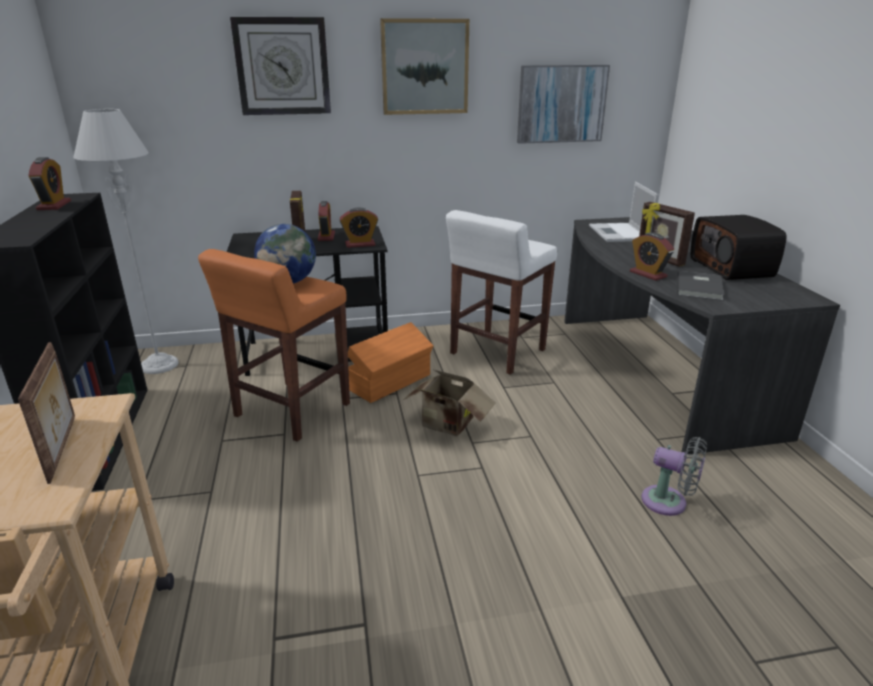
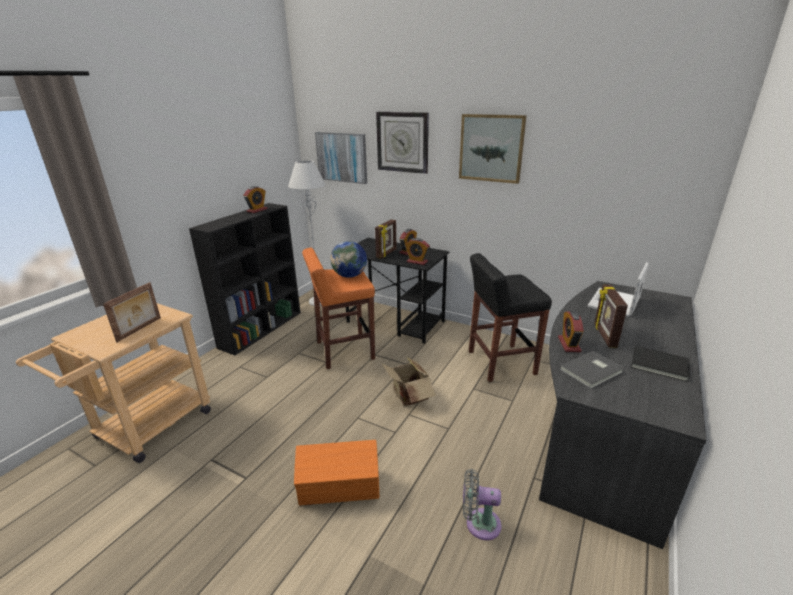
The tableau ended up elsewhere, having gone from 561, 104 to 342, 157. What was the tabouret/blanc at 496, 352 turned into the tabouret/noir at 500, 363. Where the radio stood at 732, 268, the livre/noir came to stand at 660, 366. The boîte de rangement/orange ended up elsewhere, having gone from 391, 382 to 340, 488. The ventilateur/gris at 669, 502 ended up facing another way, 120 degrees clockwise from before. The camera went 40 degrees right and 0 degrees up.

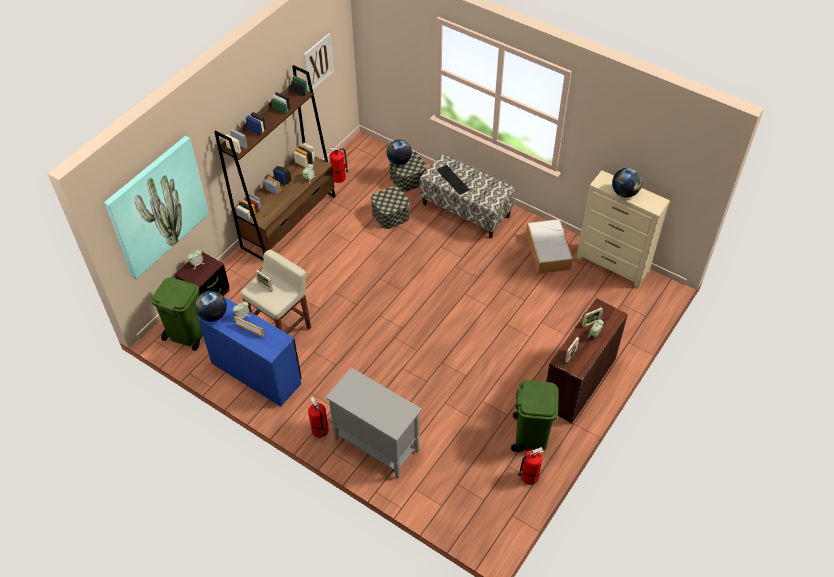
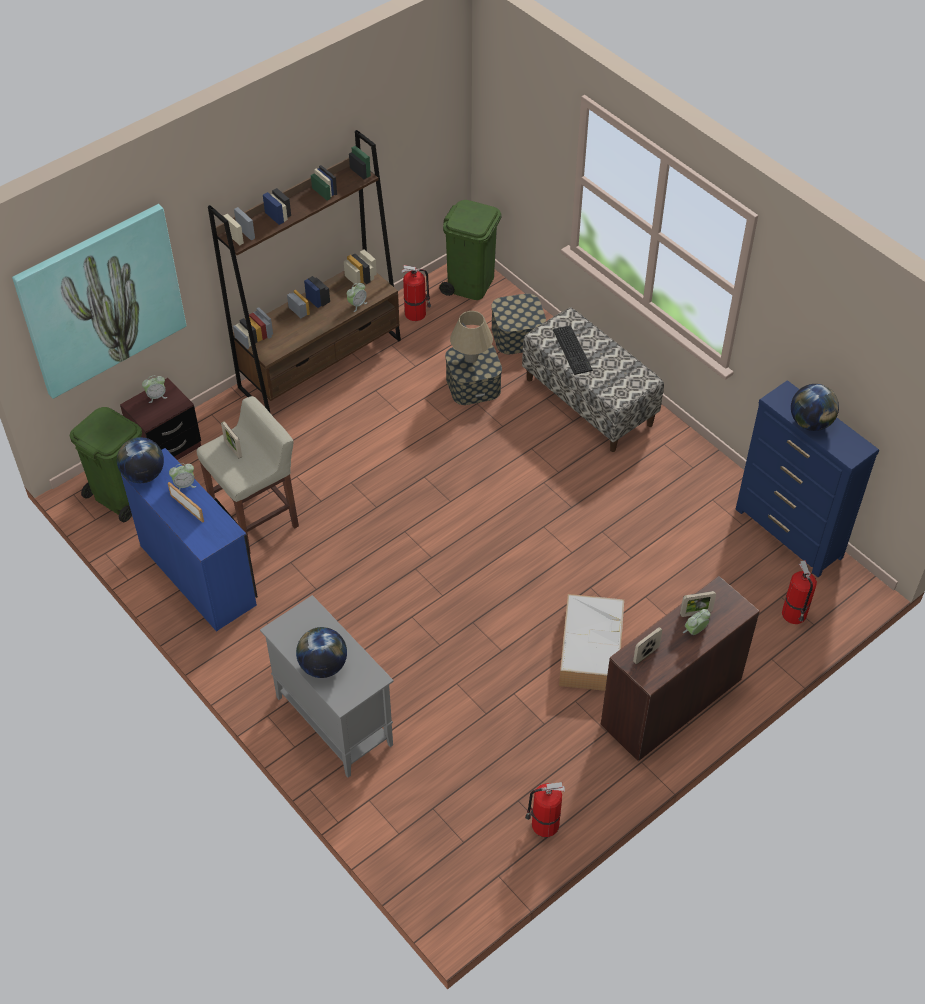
The second view lost the tableau at 318, 63. The globe ended up elsewhere, having gone from 399, 161 to 323, 666. What was the commode/beige at 613, 265 turned into the commode/bleu at 789, 534. The boîte de rangement ended up elsewhere, having gone from 547, 250 to 590, 648. The poubelle/vert ended up elsewhere, having gone from 531, 435 to 470, 283. The extincteur ended up elsewhere, having gone from 320, 431 to 794, 615. The second view gained the lampe de table/beige at 471, 358. The camera went 15 degrees right and 0 degrees up.

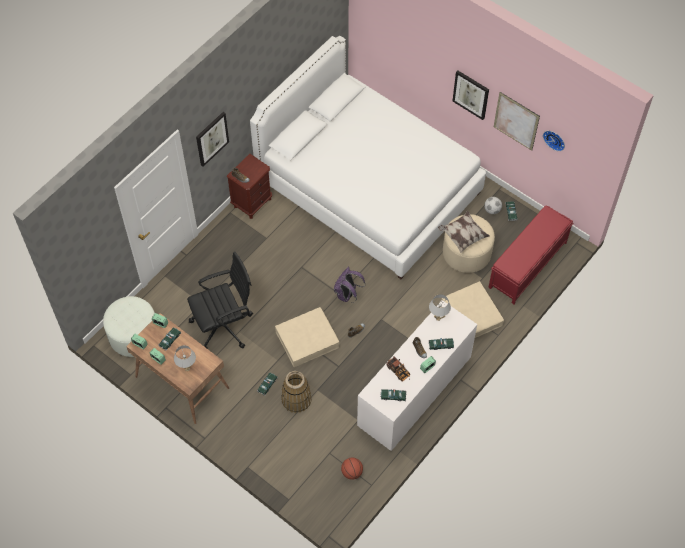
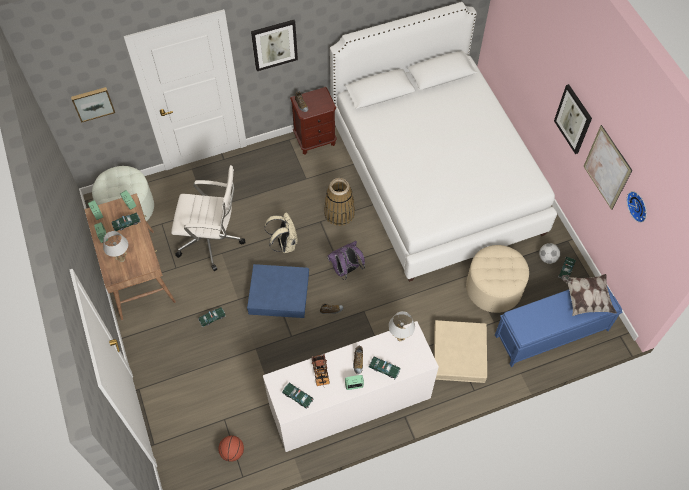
What was the banc/rouge at 527, 265 turned into the banc/bleu at 551, 333. The coussin ended up elsewhere, having gone from 462, 236 to 586, 298. What was the chaise de bureau/noir at 224, 325 turned into the chaise de bureau/blanc at 212, 241. What was the boîte de rangement/beige at 307, 339 turned into the boîte de rangement/bleu at 279, 294. The panier ended up elsewhere, having gone from 296, 399 to 339, 213. The second view gained the tableau at 93, 103. The second view gained the sac à dos/beige at 285, 244. The camera went 30 degrees right and 0 degrees up.

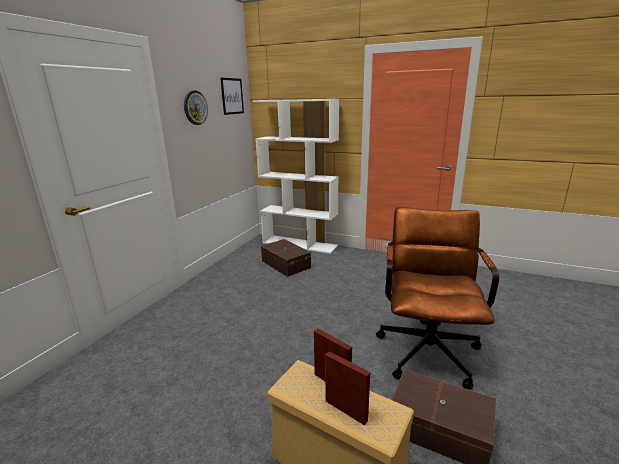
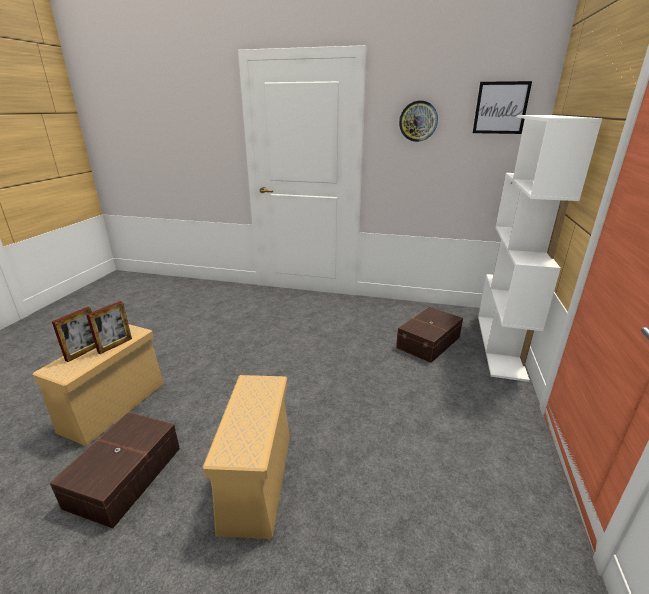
Where the chaise de bureau/marron stood at 427, 346, the boîte de rangement/beige came to stand at 257, 482. The camera went 80 degrees right and 5 degrees up.

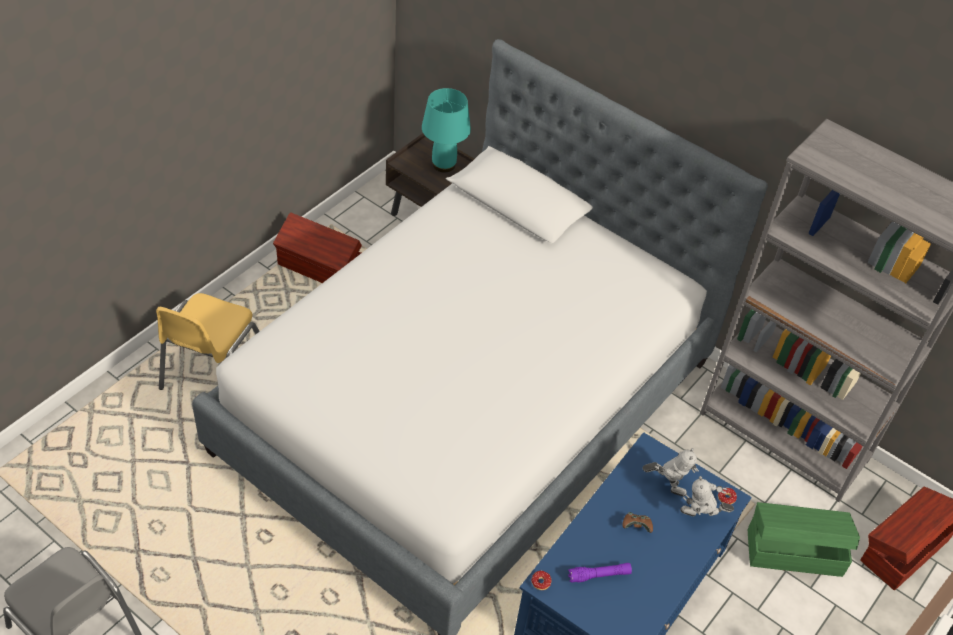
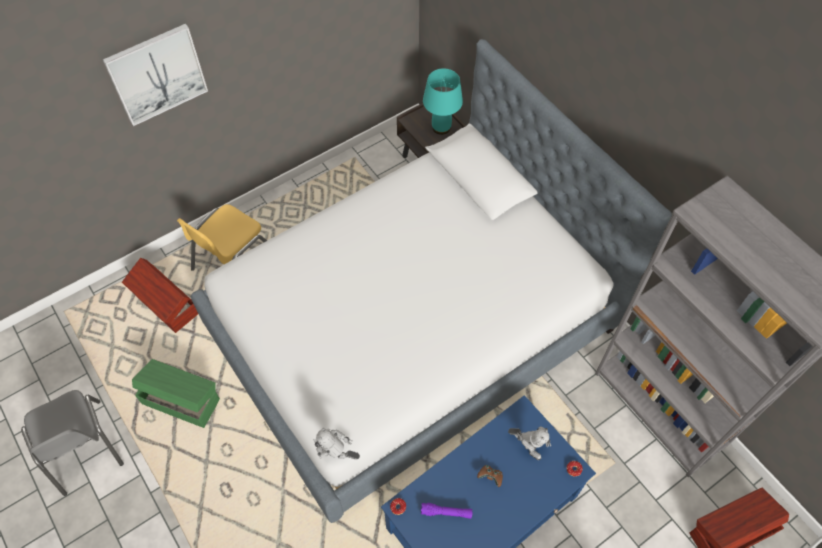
The boîte de rangement/marron ended up elsewhere, having gone from 320, 268 to 166, 305. The robot jouet ended up elsewhere, having gone from 700, 517 to 337, 455. The boîte de rangement/vert ended up elsewhere, having gone from 793, 551 to 181, 400. The second view gained the tableau at 157, 74. The camera went 20 degrees right and 10 degrees up.

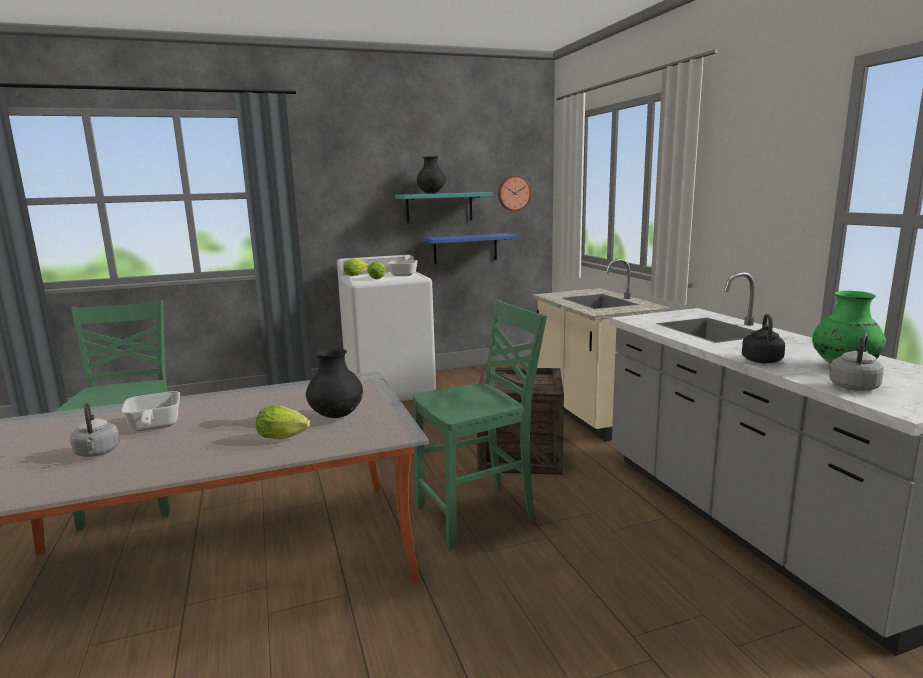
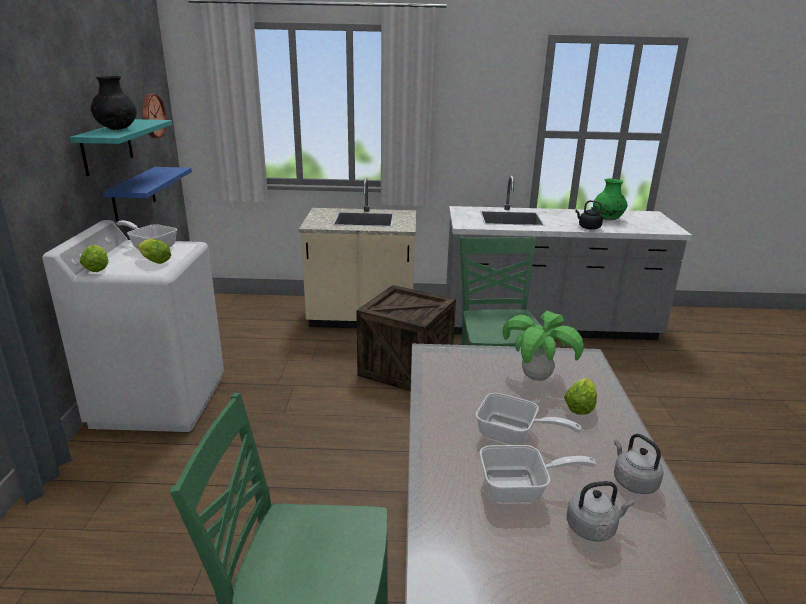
The bouilloire/gris ended up elsewhere, having gone from 854, 386 to 633, 481. Where the vase/noir stood at 337, 416, the plante en pot came to stand at 536, 377. The second view gained the poêle at 513, 435. The camera went 70 degrees left and 10 degrees up.

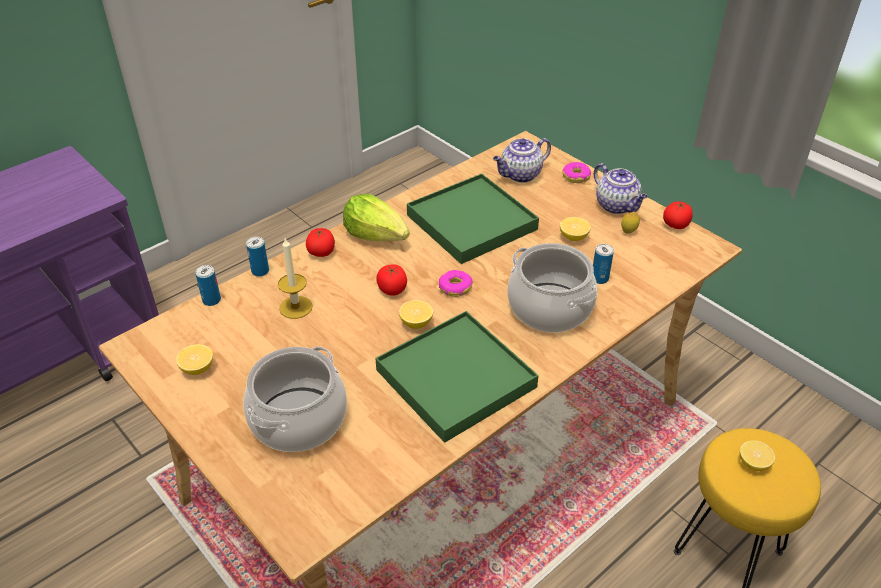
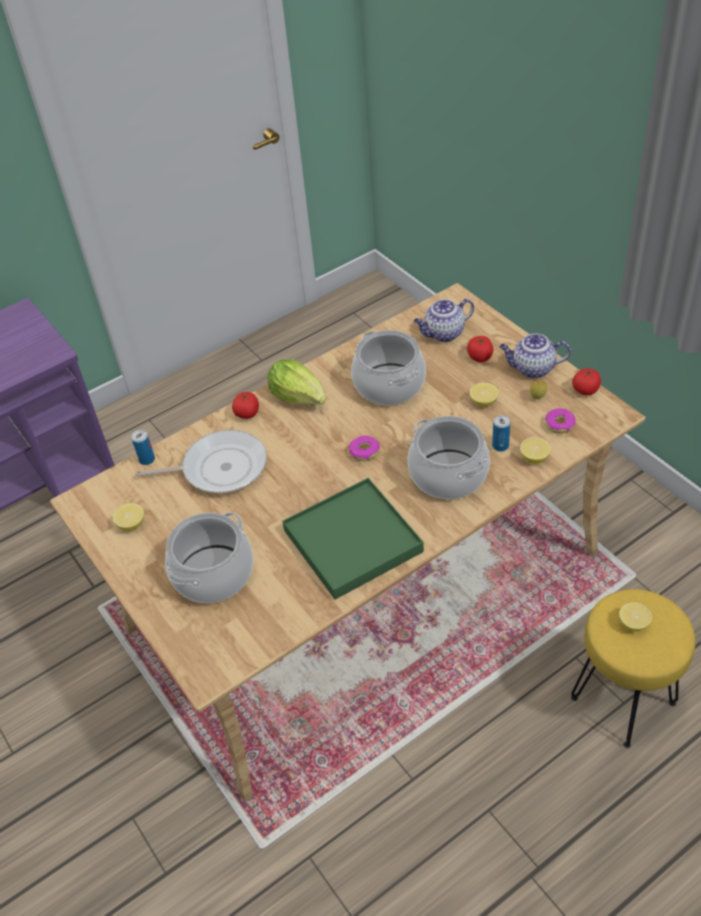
The beignet ended up elsewhere, having gone from 576, 176 to 559, 424. The théière at 617, 206 ended up facing another way, 120 degrees clockwise from before. Where the plateau/vert stood at 472, 222, the marmite came to stand at 389, 384. The second view lost the boîte métallique at 260, 271. Where the bougie stood at 295, 307, the poêle came to stand at 219, 468. The tomate ended up elsewhere, having gone from 392, 289 to 480, 357. The citron ended up elsewhere, having gone from 416, 323 to 534, 458. The camera went 10 degrees right and 5 degrees up.

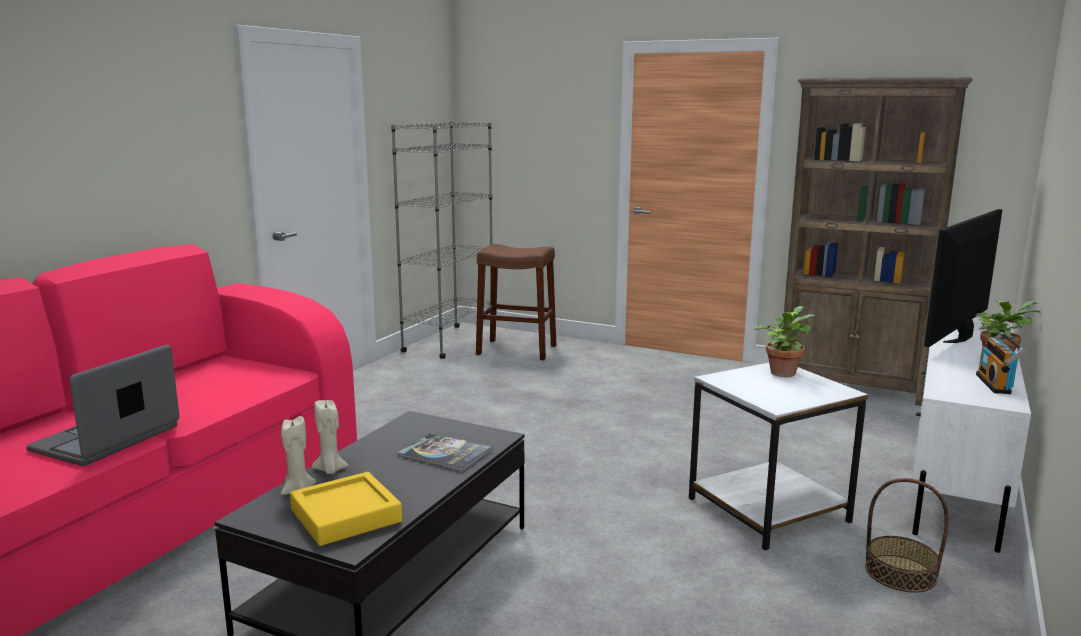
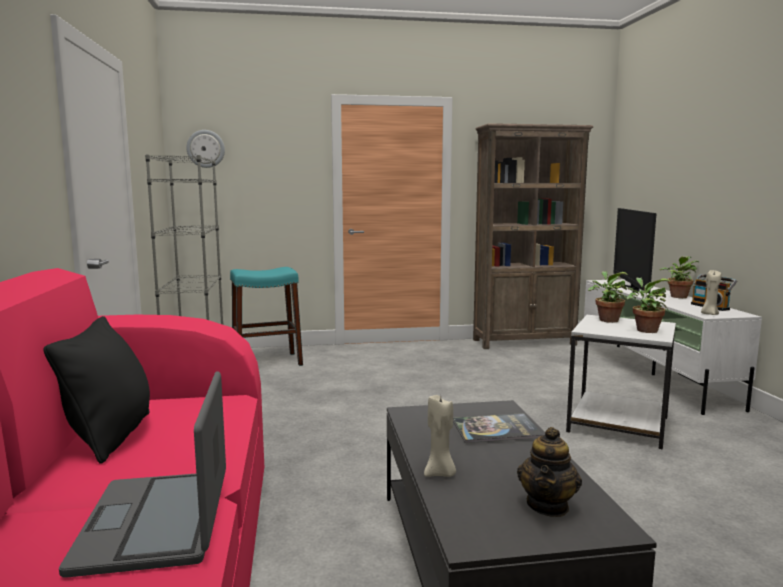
What was the tabouret/marron at 517, 350 turned into the tabouret/turquoise at 267, 362. The bougie/beige ended up elsewhere, having gone from 297, 490 to 709, 314. Where the plateau/jaune stood at 346, 516, the théière came to stand at 548, 505. The second view lost the panier at 900, 573. The second view gained the horloge murale at 205, 149. The second view gained the plante en pot at 644, 330. The second view gained the coussin/noir at 109, 437. The camera went 35 degrees left and 5 degrees down.

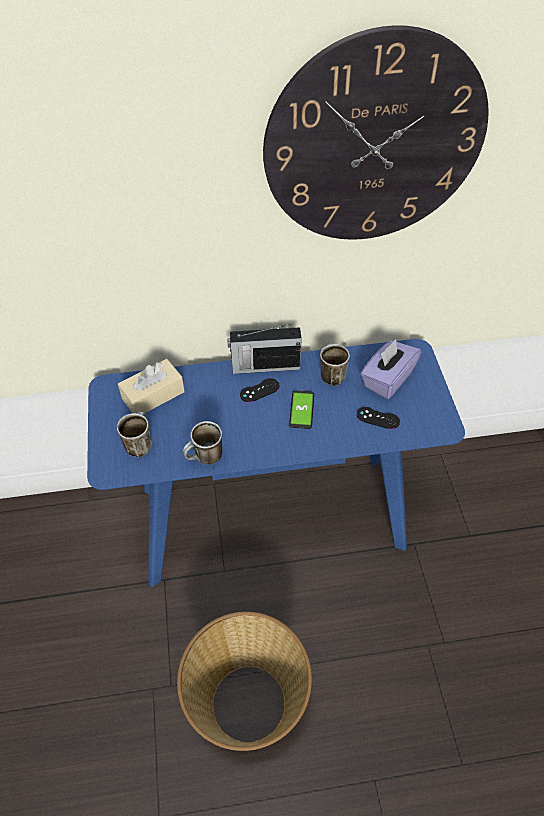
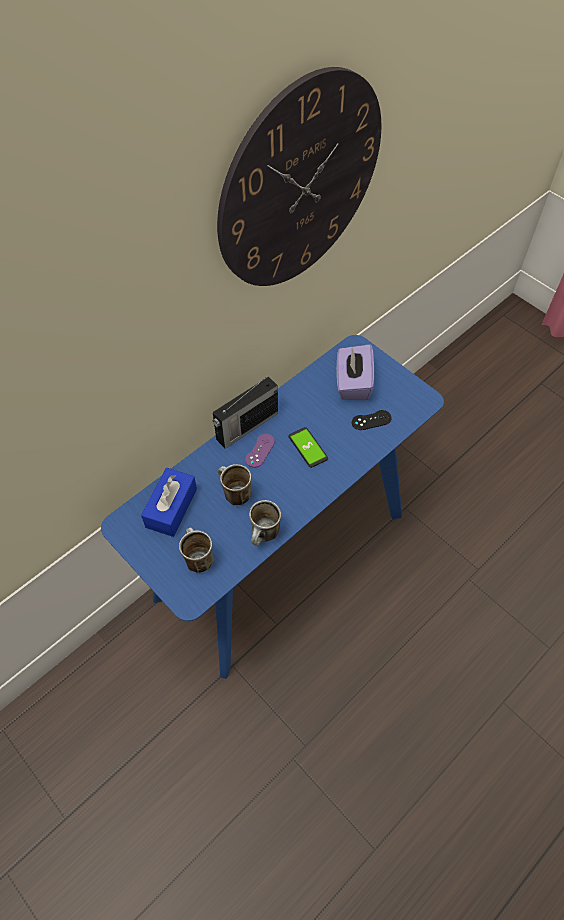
The mug ended up elsewhere, having gone from 330, 375 to 233, 494. What was the boîte à mouchoirs/beige at 153, 395 turned into the boîte à mouchoirs/bleu at 171, 508. What was the manette/noir at 259, 390 turned into the manette/violet at 260, 450. The second view lost the panier at 247, 702. The camera went 35 degrees left and 5 degrees up.

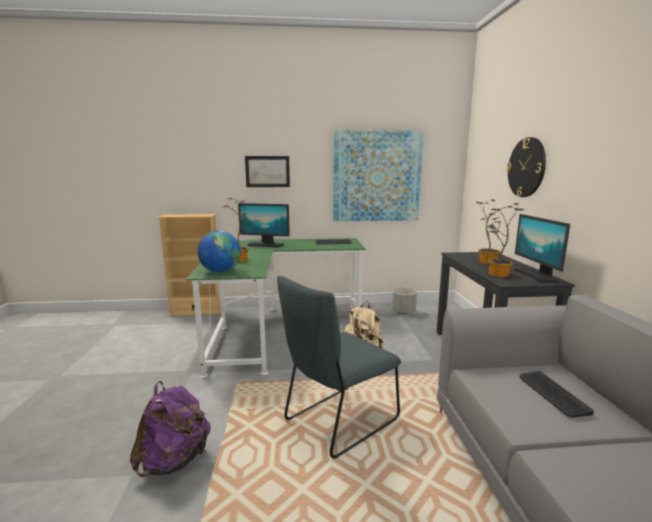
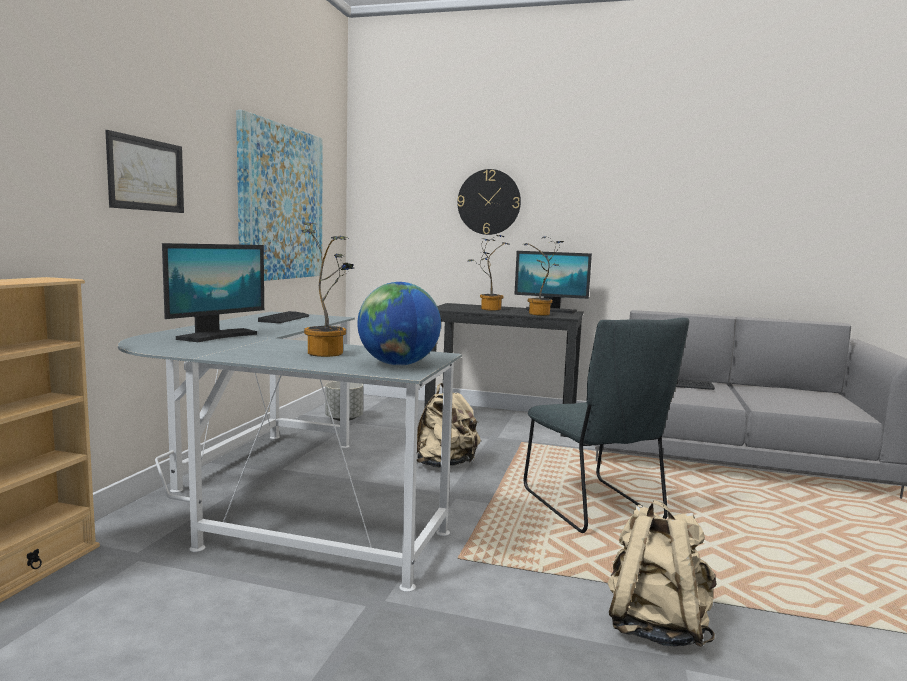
What was the bureau/vert at 276, 328 turned into the bureau/gris at 278, 501. What was the sac à dos/violet at 174, 461 turned into the sac à dos/beige at 655, 627. The camera went 70 degrees left and 5 degrees down.

